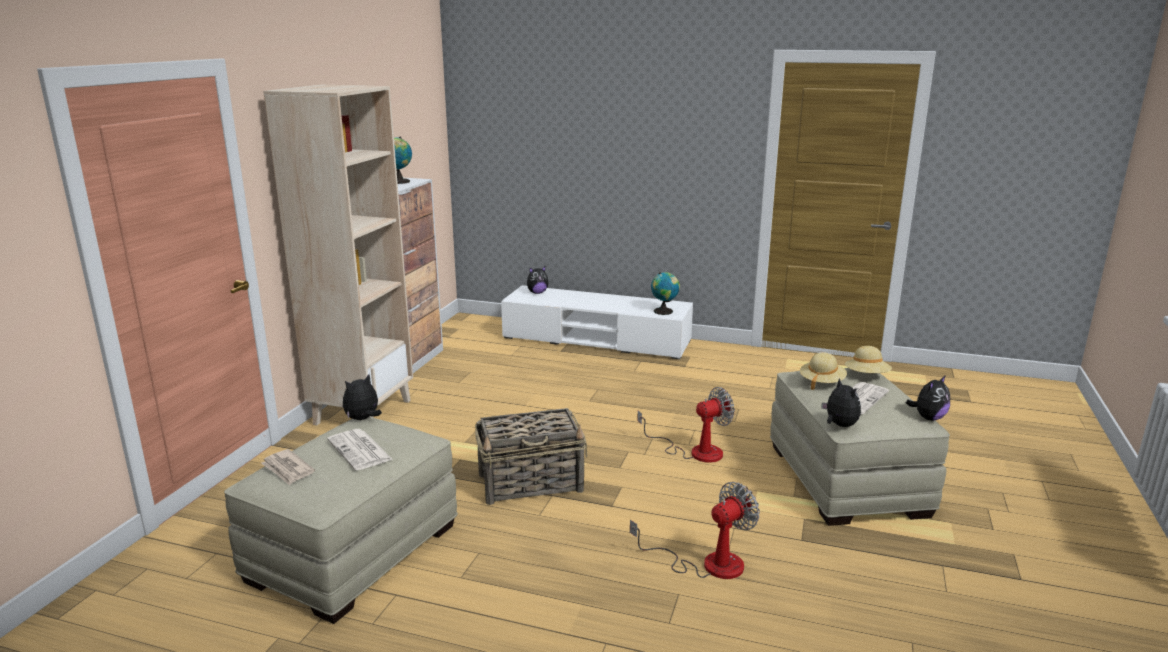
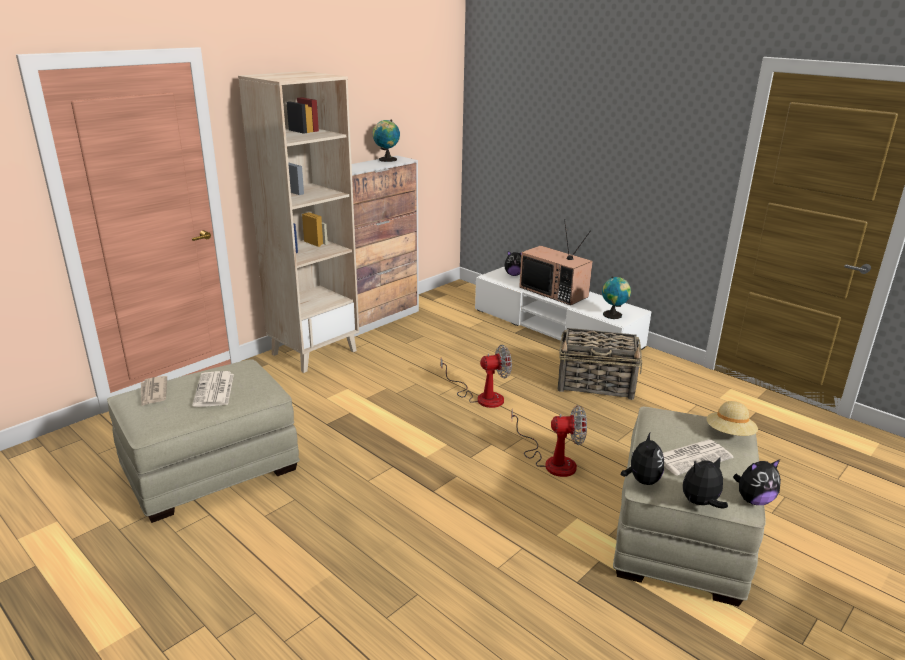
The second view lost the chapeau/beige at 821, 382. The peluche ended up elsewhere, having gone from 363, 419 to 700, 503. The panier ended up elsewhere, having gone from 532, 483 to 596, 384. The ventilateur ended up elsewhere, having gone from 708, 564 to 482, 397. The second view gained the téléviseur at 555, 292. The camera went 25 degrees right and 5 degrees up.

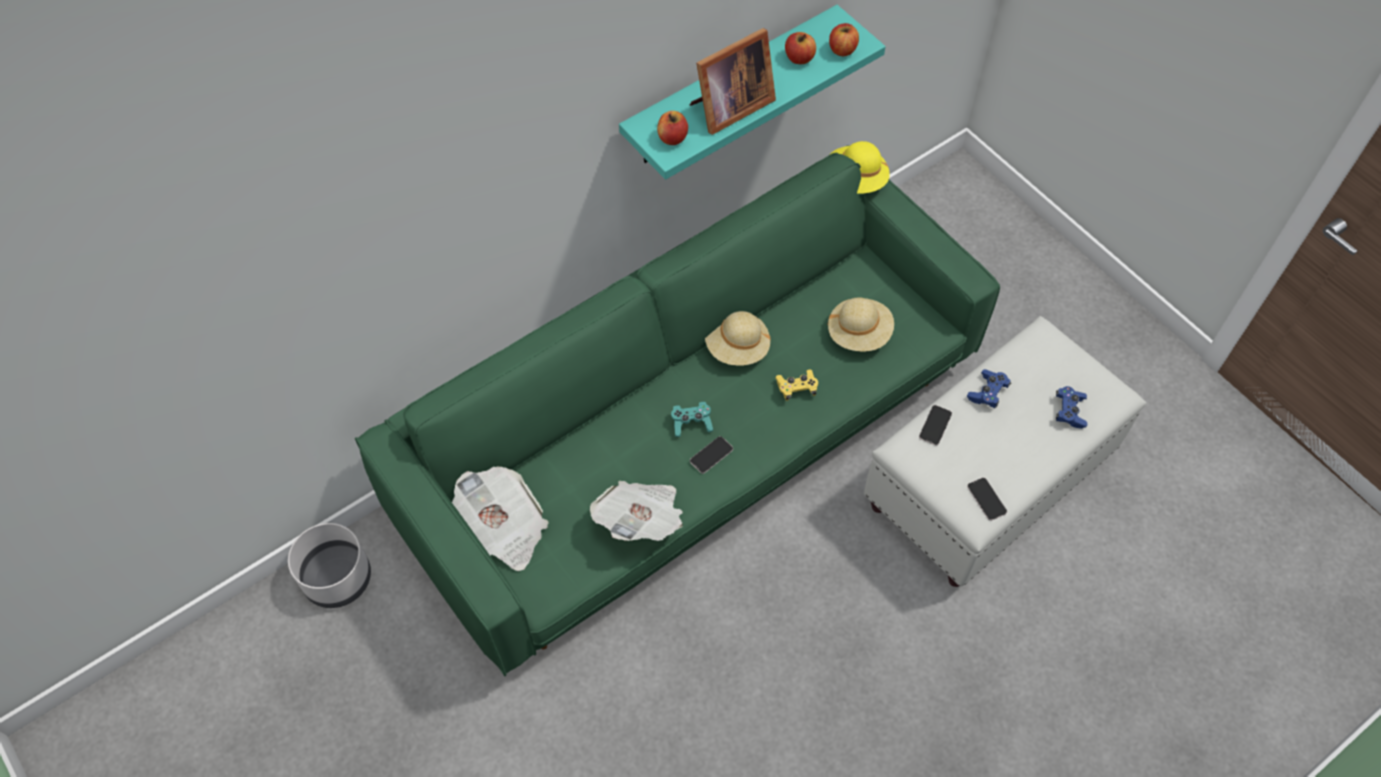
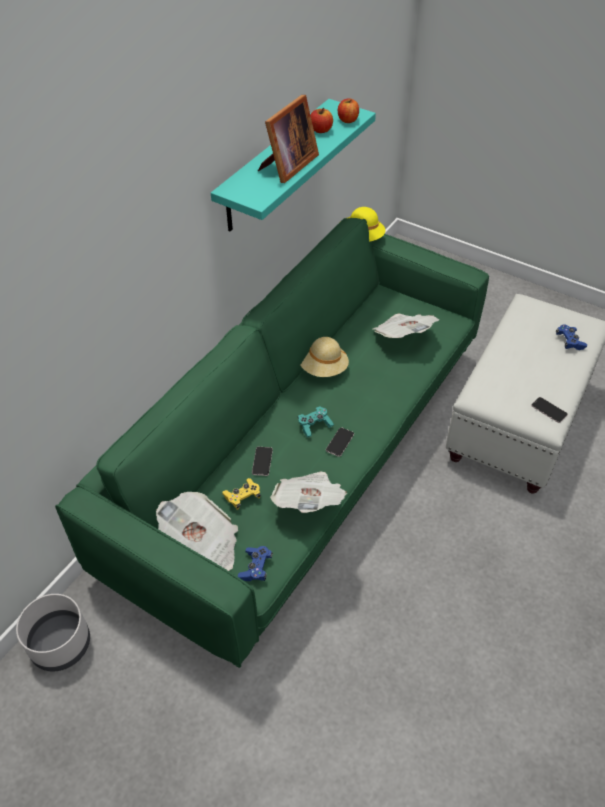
The second view lost the pomme at 672, 138. Where the chapeau/beige stood at 859, 333, the journal came to stand at 403, 336. The manette/jaune ended up elsewhere, having gone from 796, 388 to 242, 497. The manette/bleu ended up elsewhere, having gone from 987, 393 to 256, 568. The téléphone ended up elsewhere, having gone from 935, 425 to 262, 461. The camera went 20 degrees left and 10 degrees down.

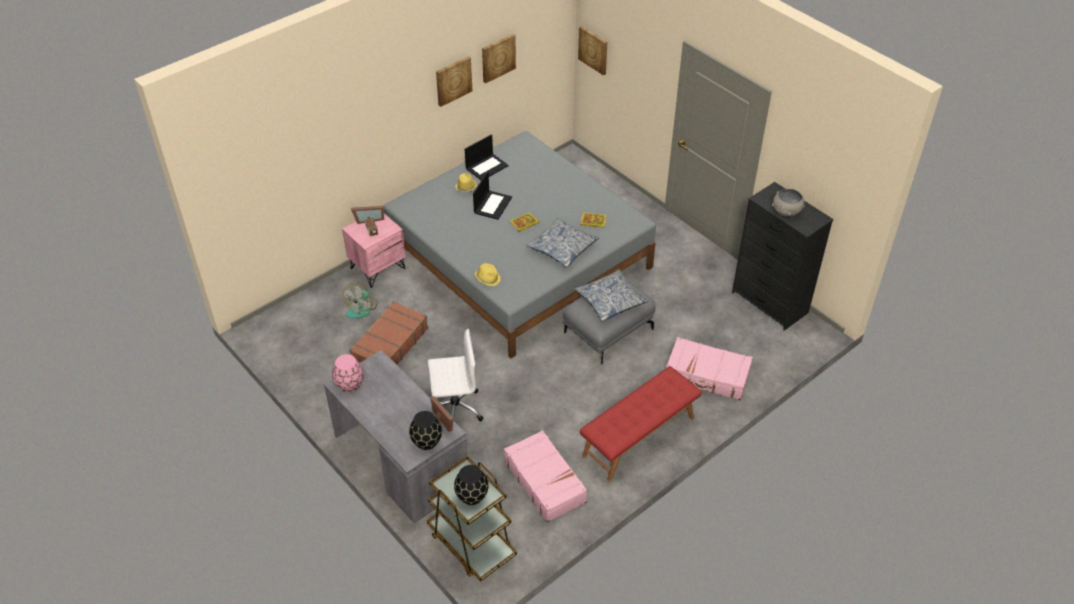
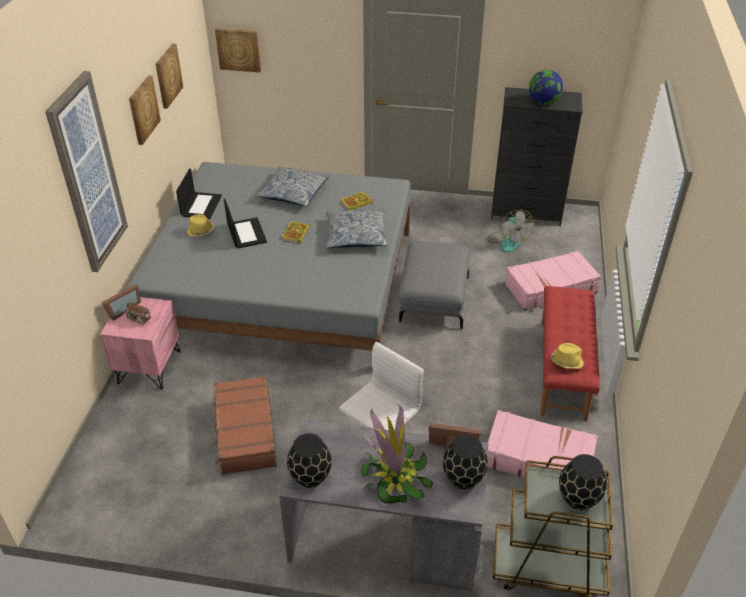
Where the bol/gris stood at 786, 211, the globe came to stand at 543, 102. The chapeau/jaune ended up elsewhere, having gone from 488, 278 to 566, 361. The coussin ended up elsewhere, having gone from 610, 301 to 293, 193. The ventilateur ended up elsewhere, having gone from 362, 308 to 508, 241. What was the vase/rose at 350, 384 turned into the vase/noir at 310, 476. The second view gained the tableau at 88, 175. The second view gained the plante en pot at 394, 478. The camera went 40 degrees left and 5 degrees down.

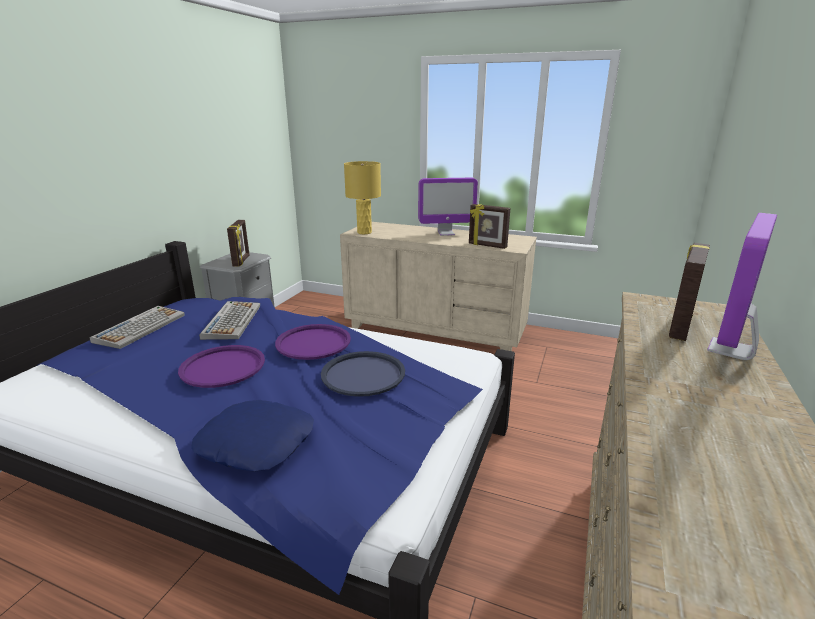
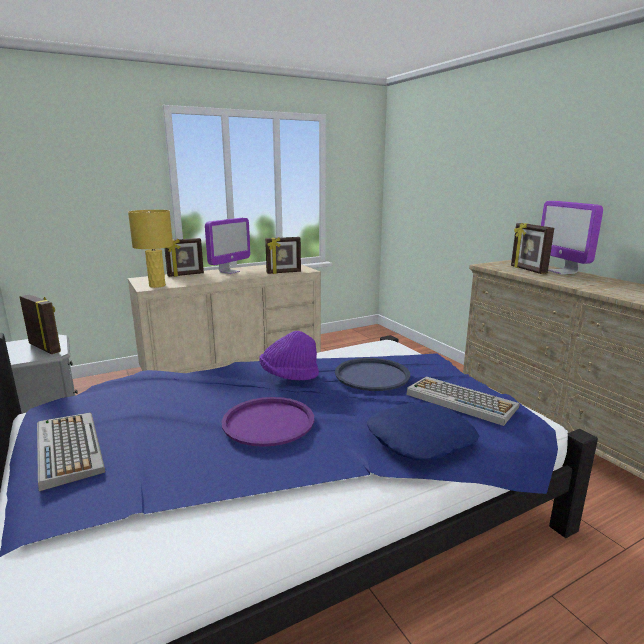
The clavier ended up elsewhere, having gone from 232, 321 to 459, 401. Where the plateau/violet stood at 313, 342, the chapeau/violet came to stand at 289, 376. The second view gained the cadre photo at 185, 275. The camera went 50 degrees left and 5 degrees down.

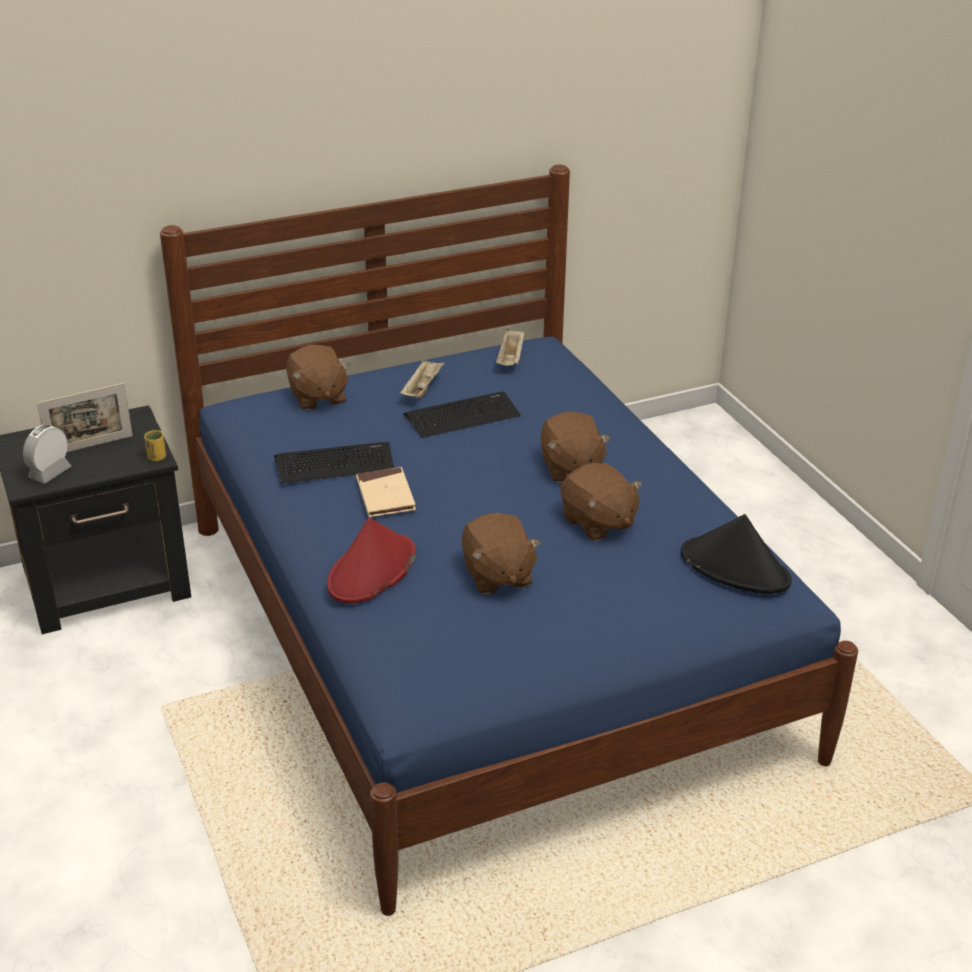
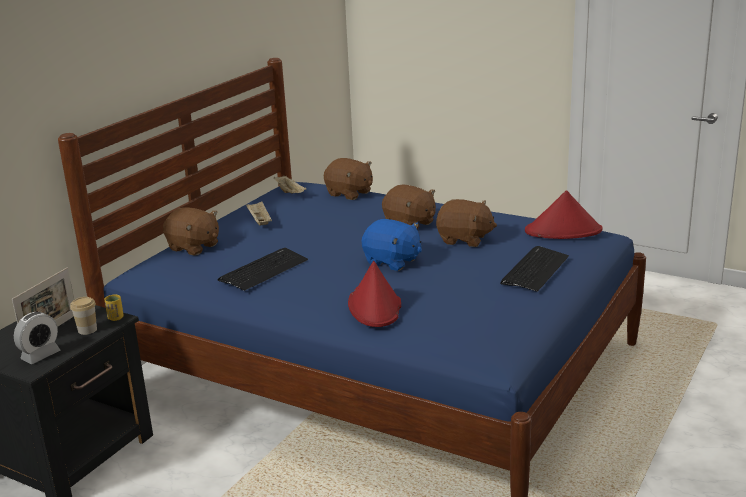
The clavier ended up elsewhere, having gone from 462, 416 to 534, 270. The réveil at 50, 473 ended up facing another way, 135 degrees counterclockwise from before. The second view lost the livre/beige at 385, 496. The peluche/marron ended up elsewhere, having gone from 497, 576 to 349, 193. What was the chapeau/noir at 735, 568 turned into the chapeau/rouge at 563, 231. The second view gained the peluche/bleu at 392, 261. The second view gained the tasse at 87, 330. The camera went 35 degrees left and 10 degrees down.

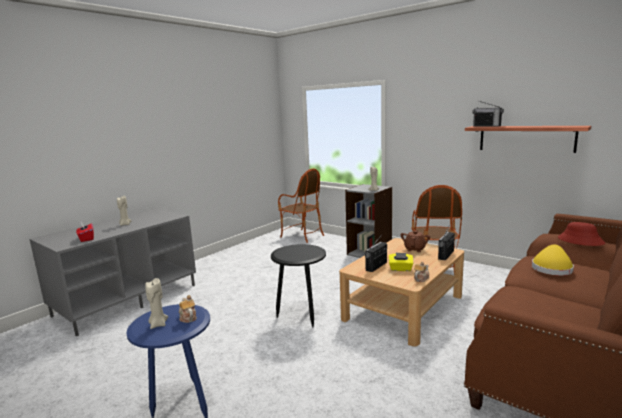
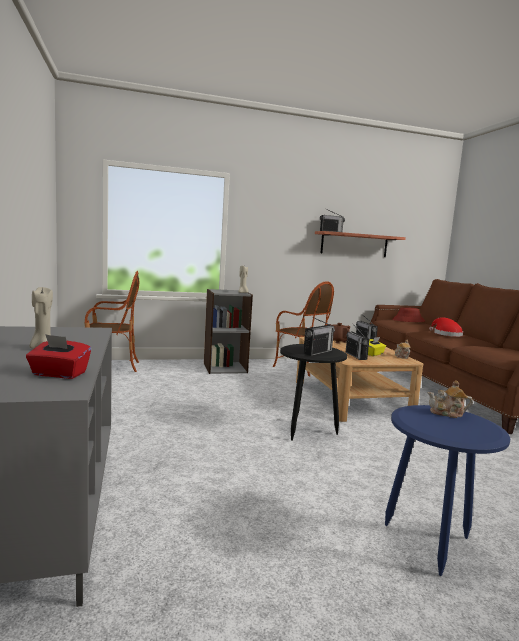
What was the chapeau/jaune at 551, 268 turned into the chapeau/rouge at 445, 334. The second view lost the bougie/beige at 158, 324. The second view gained the radio at 317, 352. The camera went 55 degrees left and 5 degrees down.

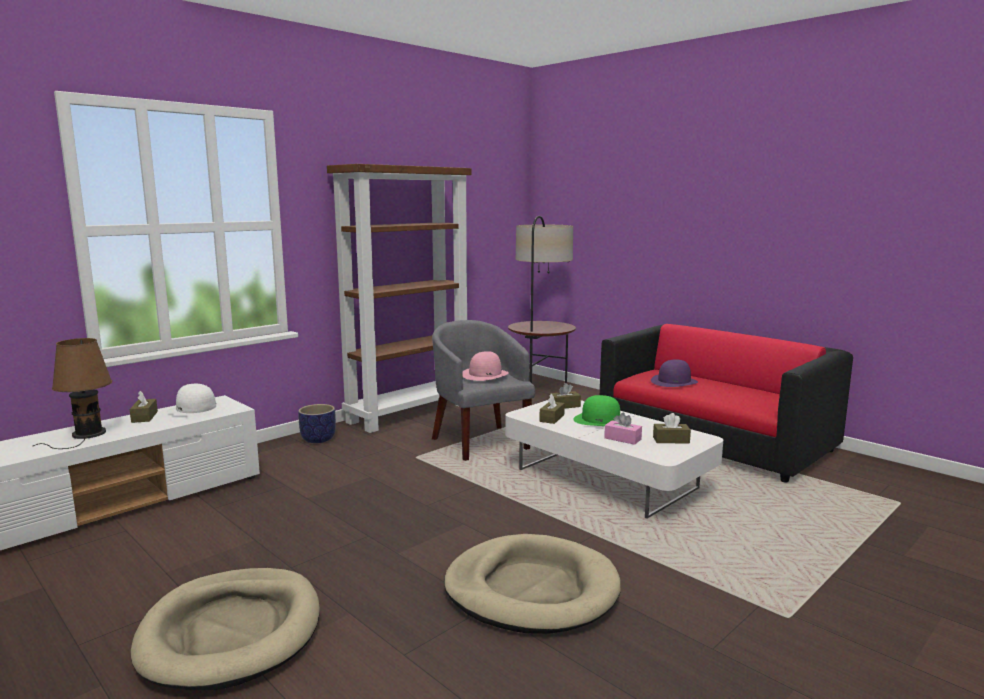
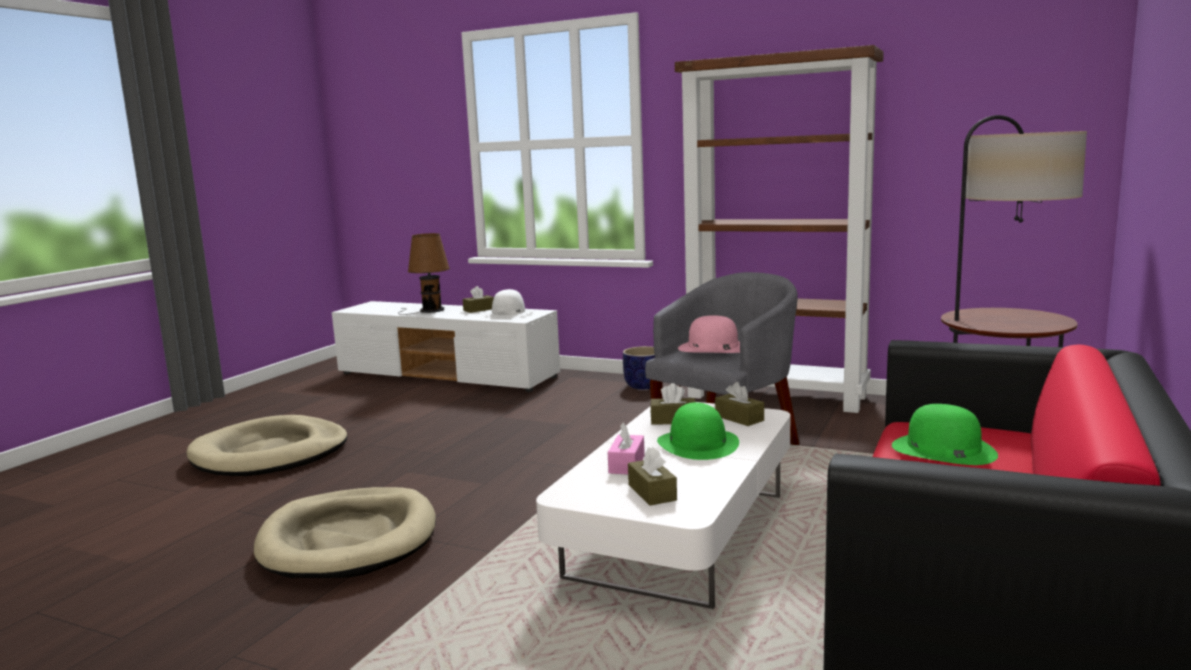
What was the chapeau/violet at 674, 381 turned into the chapeau/vert at 943, 449. The camera went 70 degrees right and 0 degrees up.

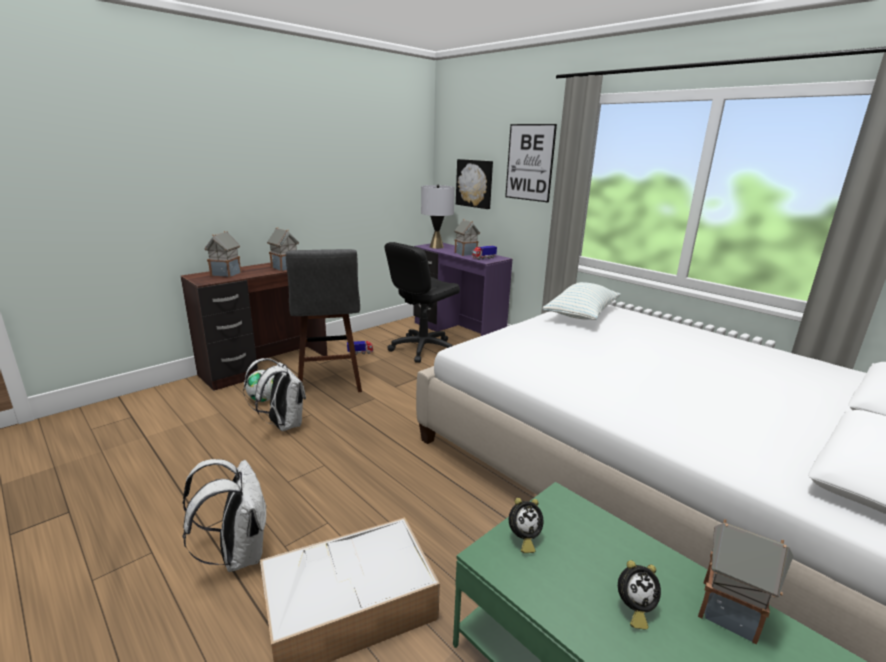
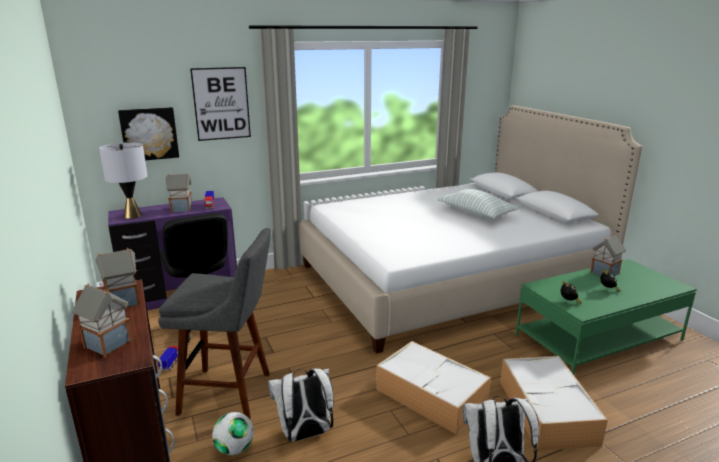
The coussin ended up elsewhere, having gone from 581, 314 to 476, 214. The second view gained the boîte de rangement at 432, 396. The camera went 70 degrees left and 0 degrees up.

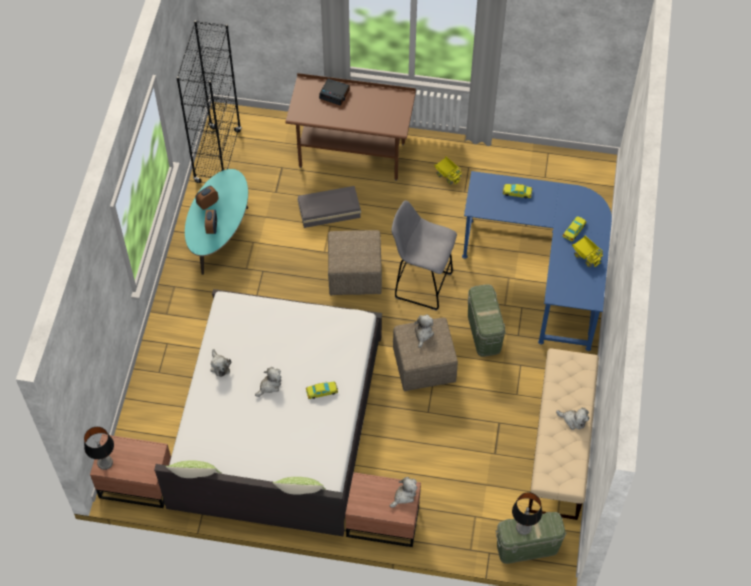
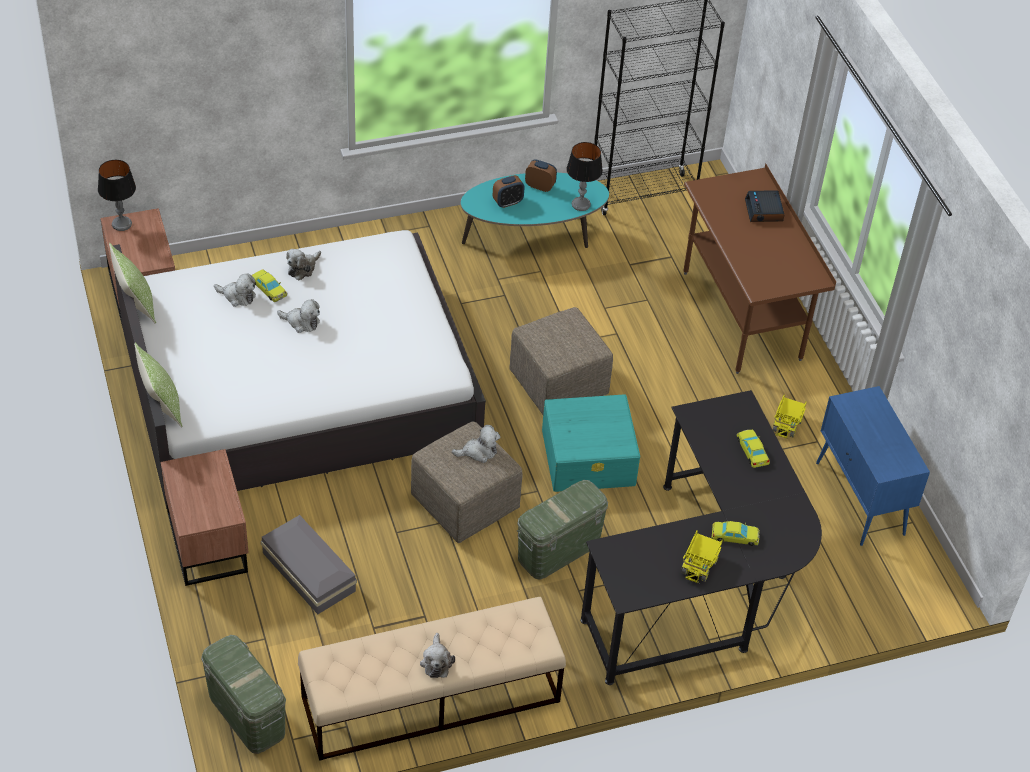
What was the bureau/bleu at 544, 272 turned into the bureau/noir at 704, 585. The boîte de rangement/gris ended up elsewhere, having gone from 328, 211 to 309, 570. Where the tabouret/gris stood at 421, 285, the boîte de rangement/turquoise came to stand at 589, 457. The petite voiture/jaune ended up elsewhere, having gone from 322, 391 to 269, 288. The peluche ended up elsewhere, having gone from 404, 495 to 237, 296. The lampe de table ended up elsewhere, having gone from 523, 527 to 581, 204. The second view gained the meuble de rangement/bleu at 860, 499. The camera went 60 degrees right and 10 degrees down.

